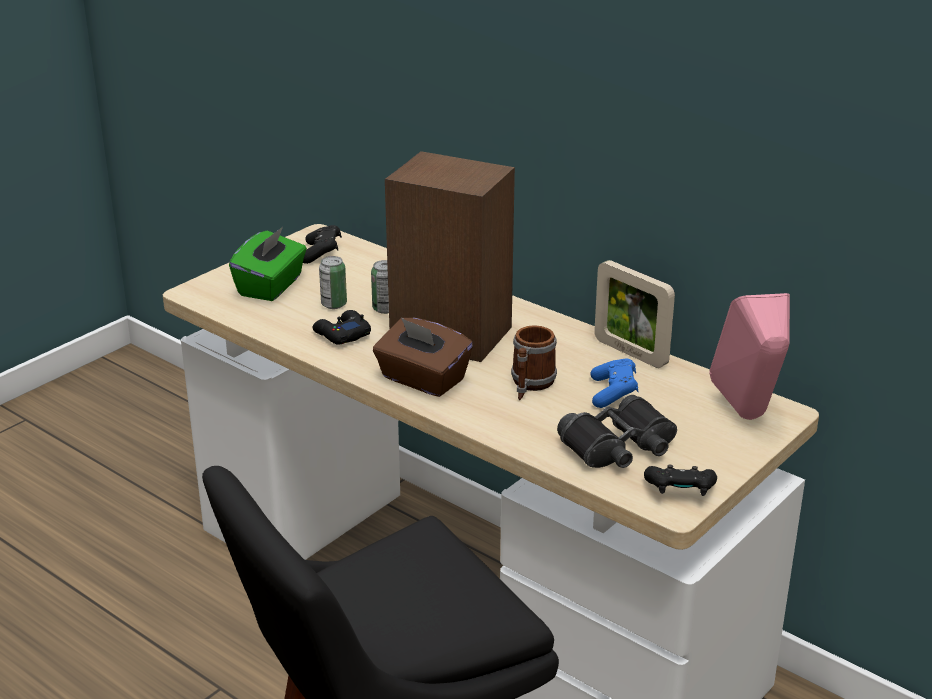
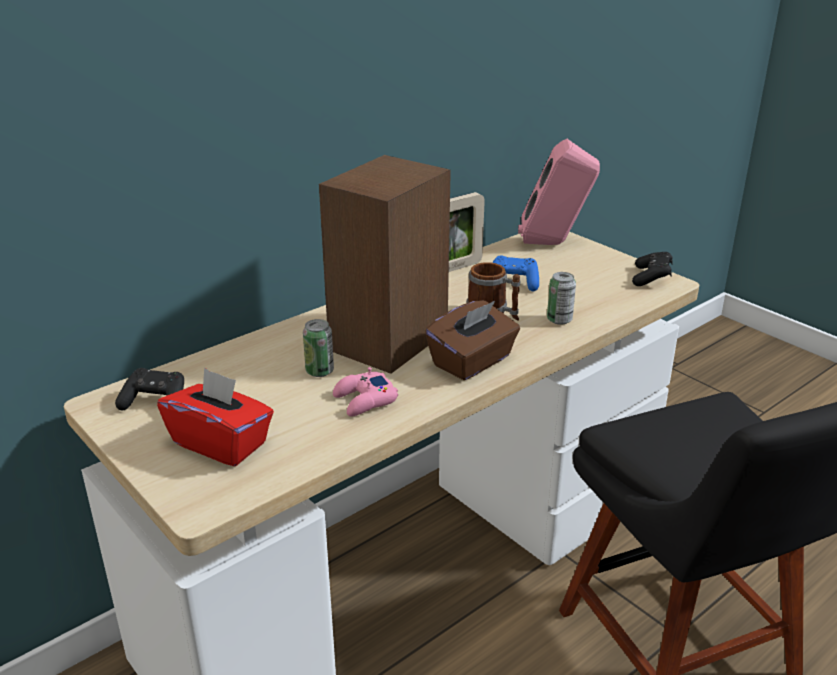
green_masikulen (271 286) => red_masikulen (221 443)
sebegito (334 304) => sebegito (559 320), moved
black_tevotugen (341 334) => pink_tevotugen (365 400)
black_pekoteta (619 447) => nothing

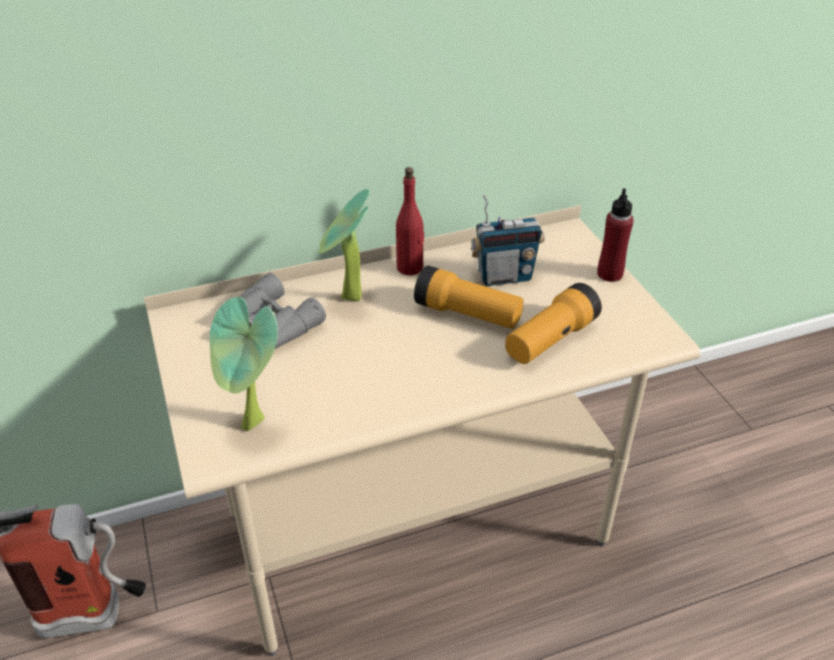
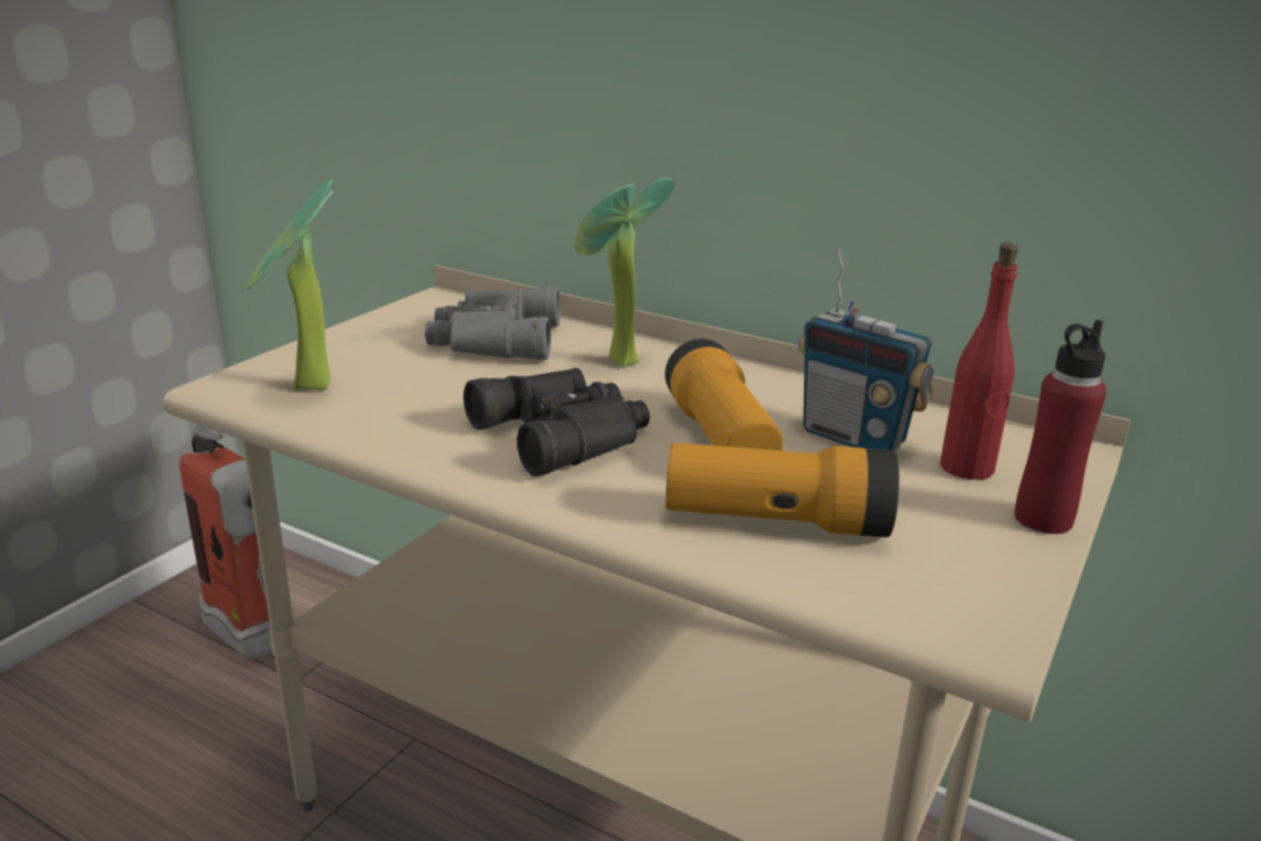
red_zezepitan (410 268) => red_zezepitan (967 468), moved
nothing => black_pekoteta (566 433)

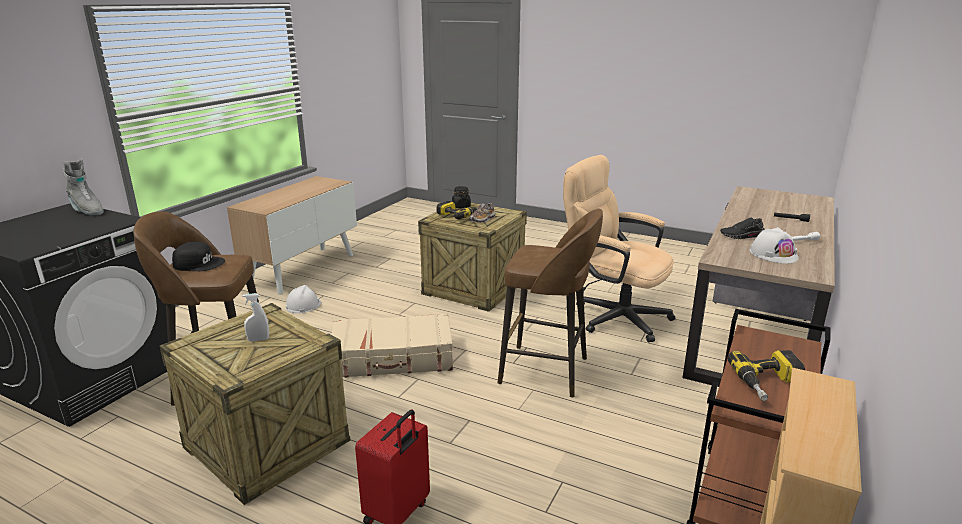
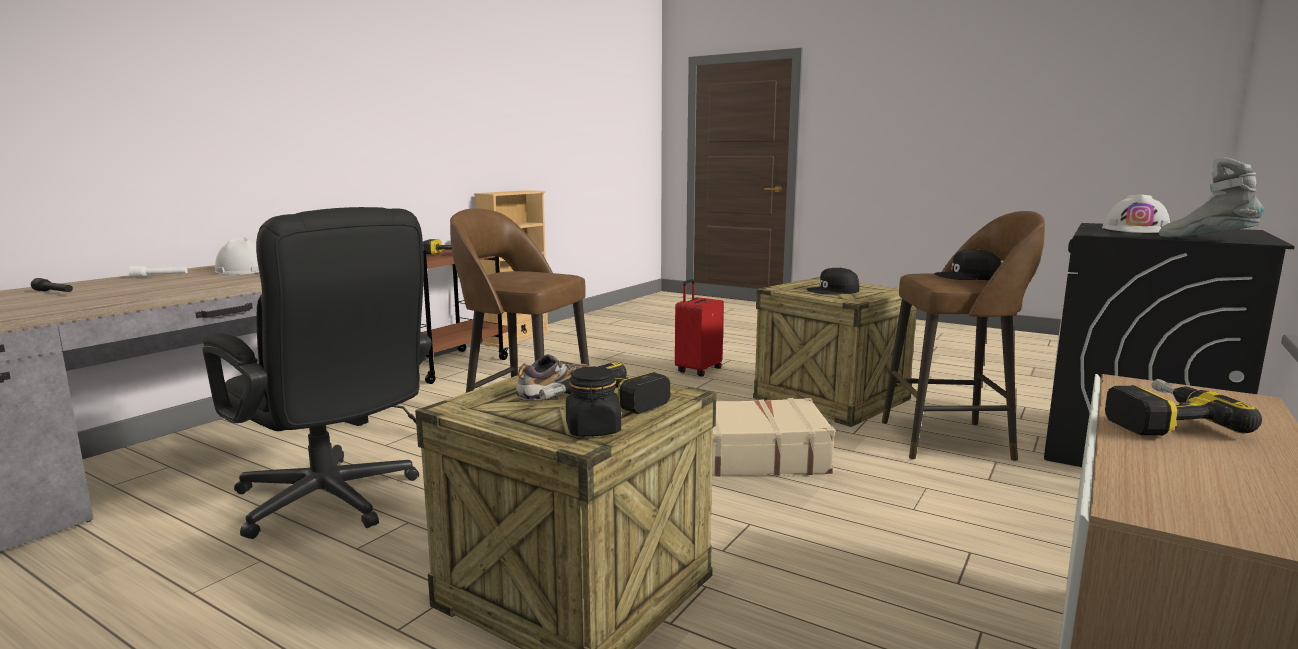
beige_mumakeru (613 315) => black_mumakeru (334 503)
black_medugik (742 236) => nothing
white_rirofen (303 305) => white_rirofen (1136 230), moved
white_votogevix (258 339) => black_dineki (833 291)
nothing => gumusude (1158 419)

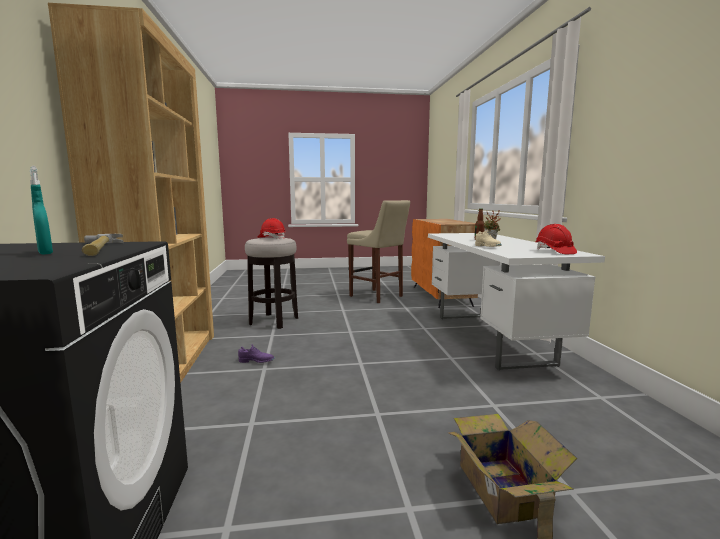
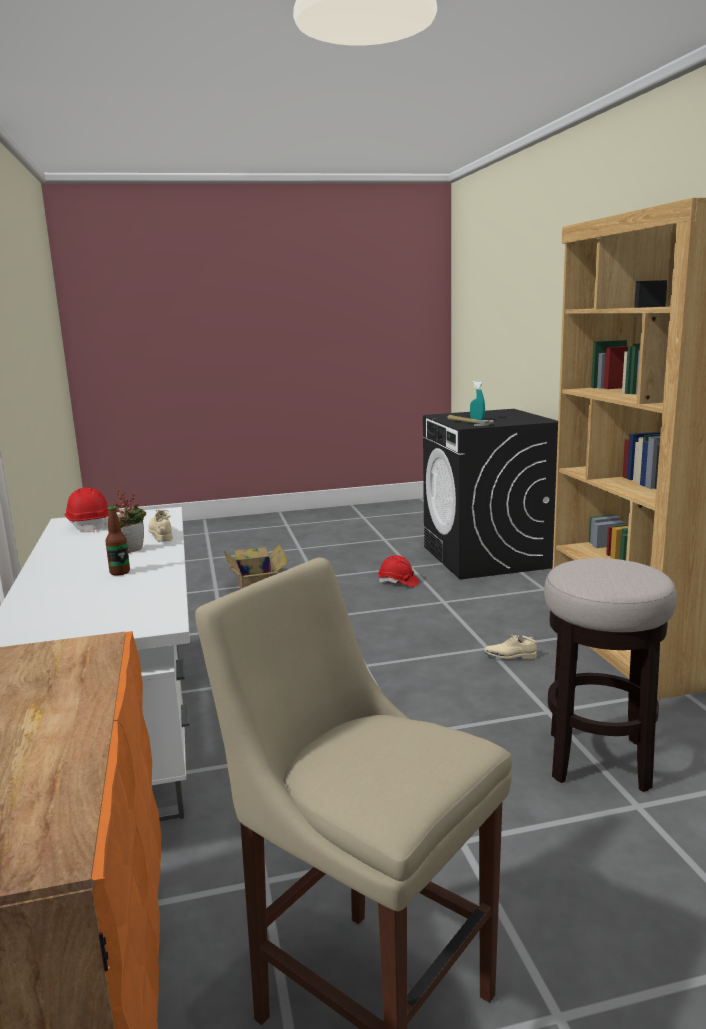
red_rirofen (272 238) => red_rirofen (398 582), moved
purple_medugik (256 361) => beige_medugik (509 657)

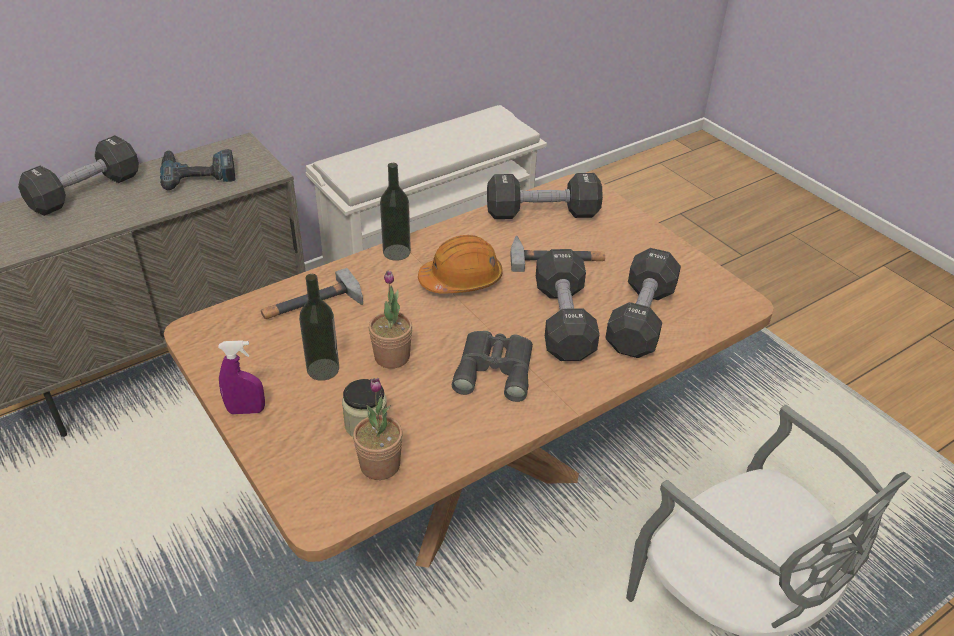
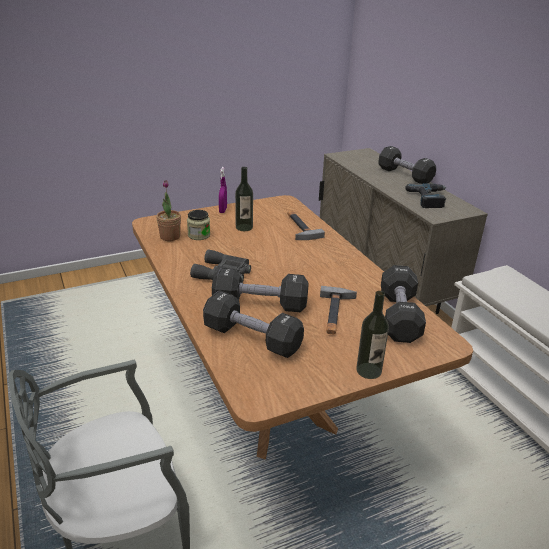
zezepitan (396 252) => zezepitan (368 370), moved
orange_rirofen (461 279) => nothing
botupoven (392 357) => nothing

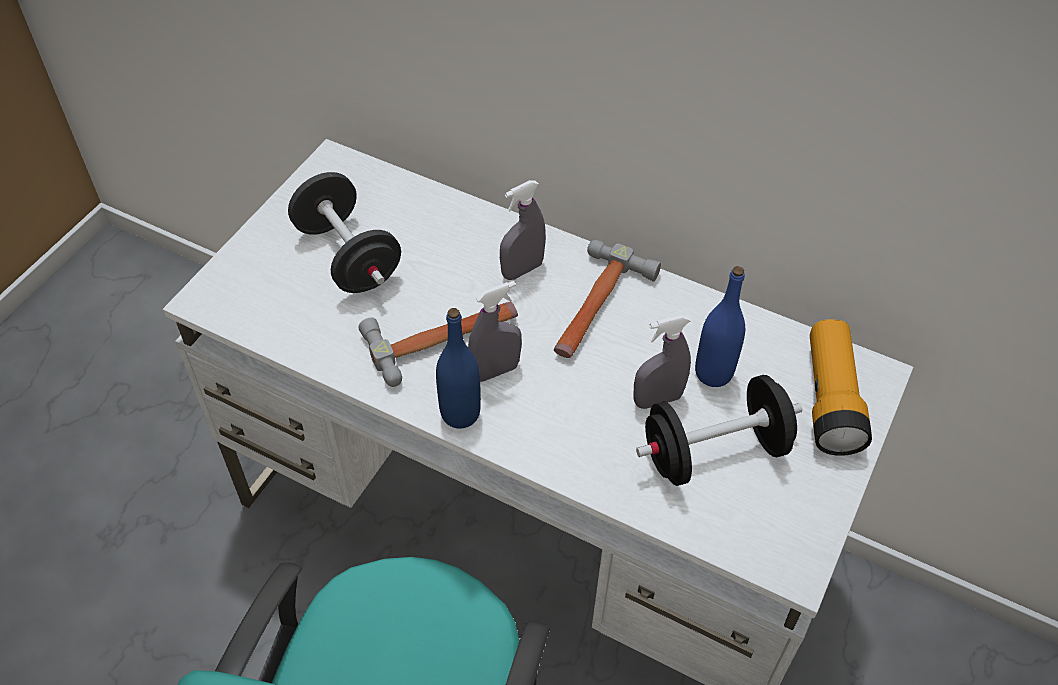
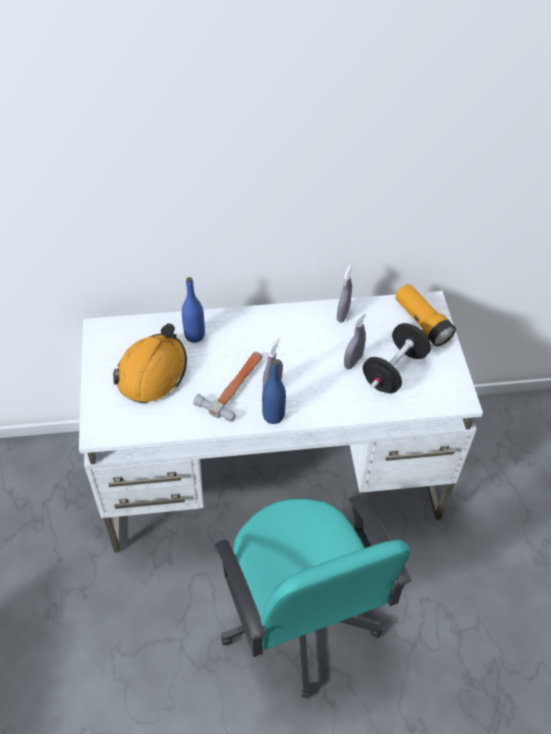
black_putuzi (348 257) => orange_rirofen (152 372)
grey_votogevix (522 270) => grey_votogevix (343 314), moved
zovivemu (595 308) => nothing
blue_zezepitan (713 373) => blue_zezepitan (194 335), moved

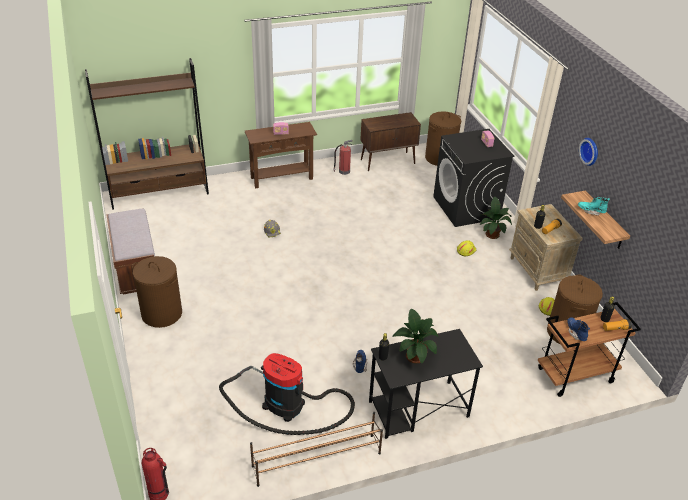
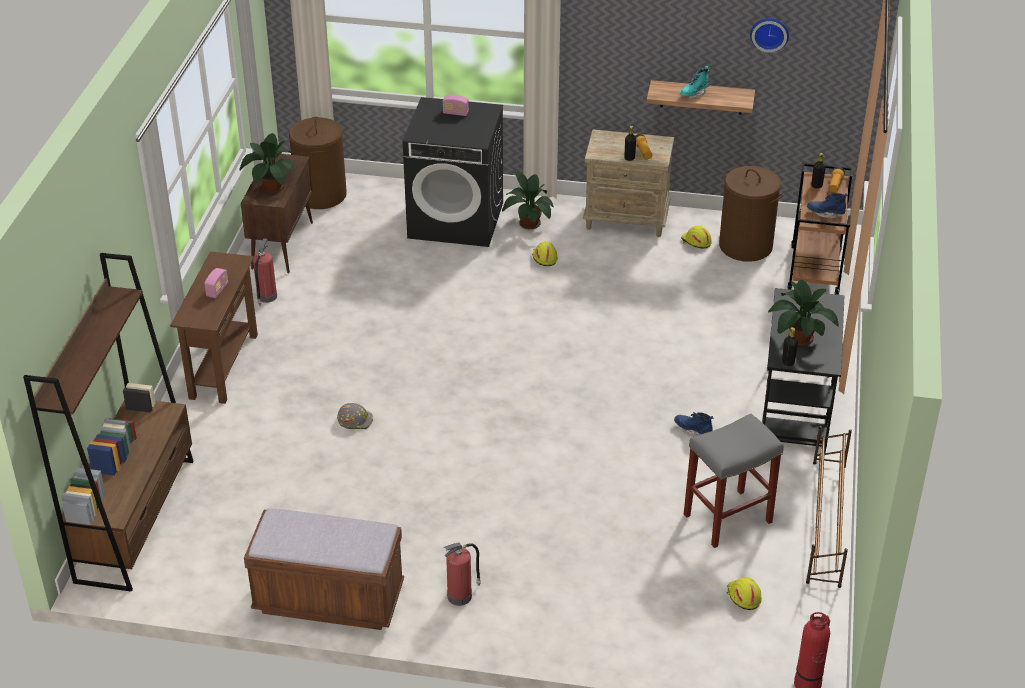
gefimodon (590 151) => gefimodon (769 33), moved
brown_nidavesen (161 314) => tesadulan (461 595)
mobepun (288 406) => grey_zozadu (727 519)
nothing => botupoven (271 187)
nothing => yellow_rirofen (743 597)

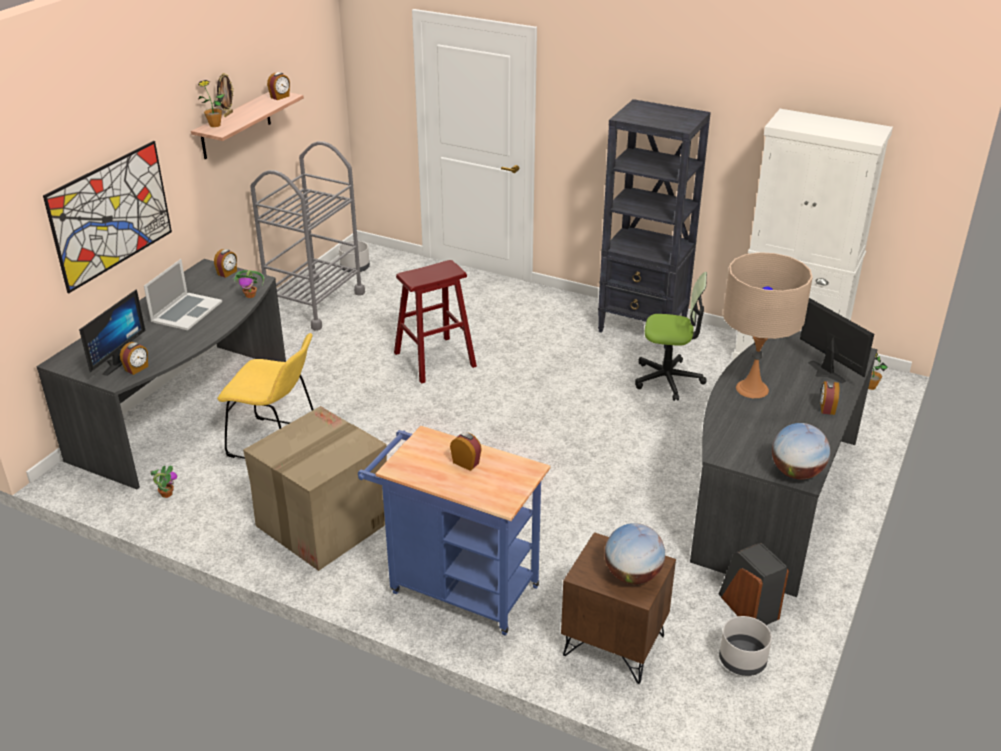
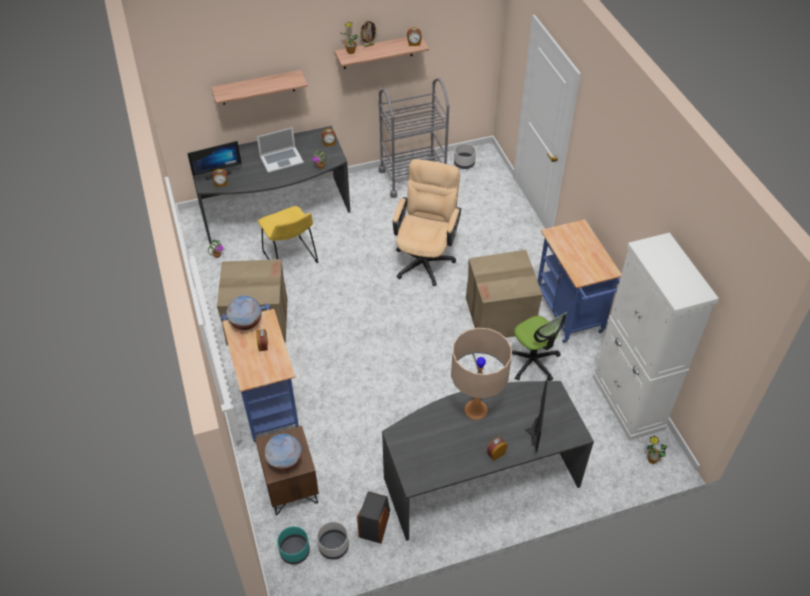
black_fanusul (643 327) => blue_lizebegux (571 316)
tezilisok (111 215) => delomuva (257 87)
red_zozadu (435 359) => beige_mumakeru (425 258)
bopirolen (796 473) => bopirolen (246 323), moved
nothing => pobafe (500 315)
nothing => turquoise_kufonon (294 551)

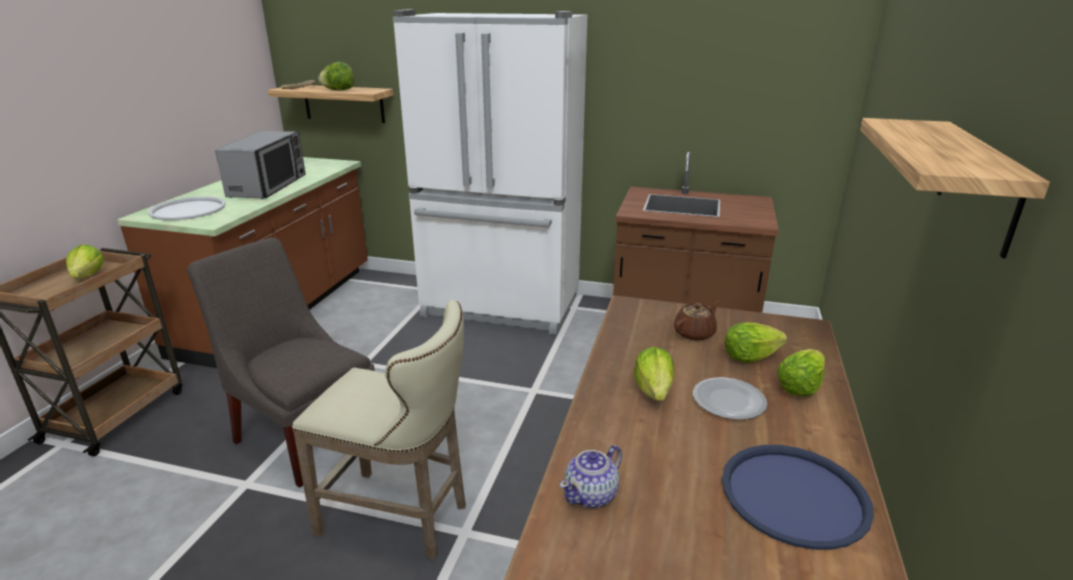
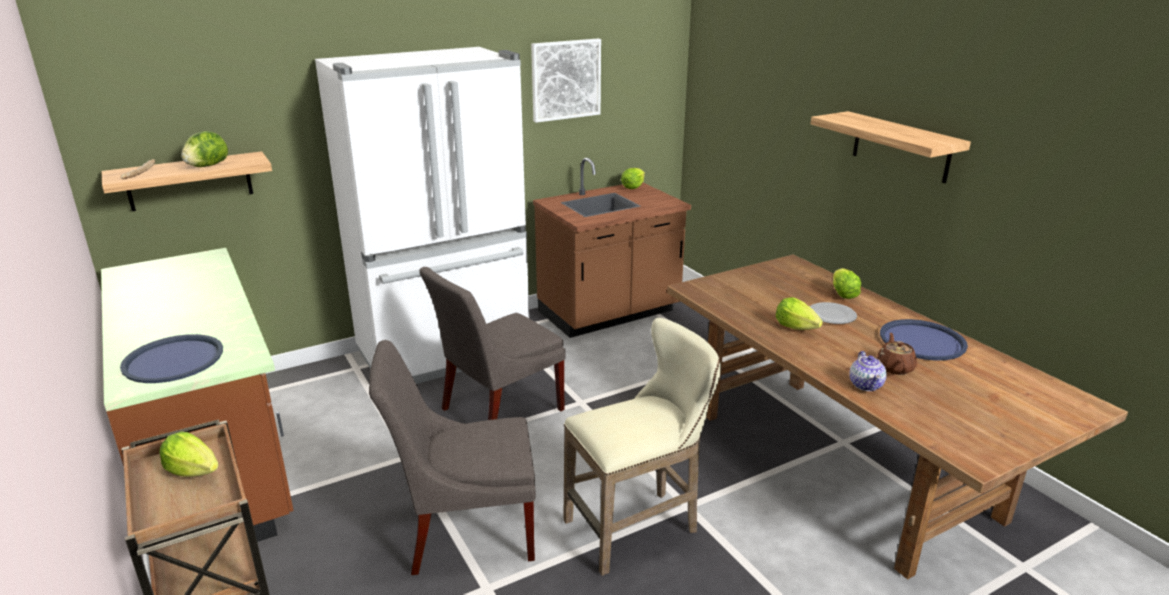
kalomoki (268 186) => nothing
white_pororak (188 210) => blue_pororak (174 360)
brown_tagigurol (695 333) => brown_tagigurol (894 367), moved
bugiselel (749 357) => bugiselel (633 187), moved
nothing => tezilisok (565 79)
nothing => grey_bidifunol (497 411)

